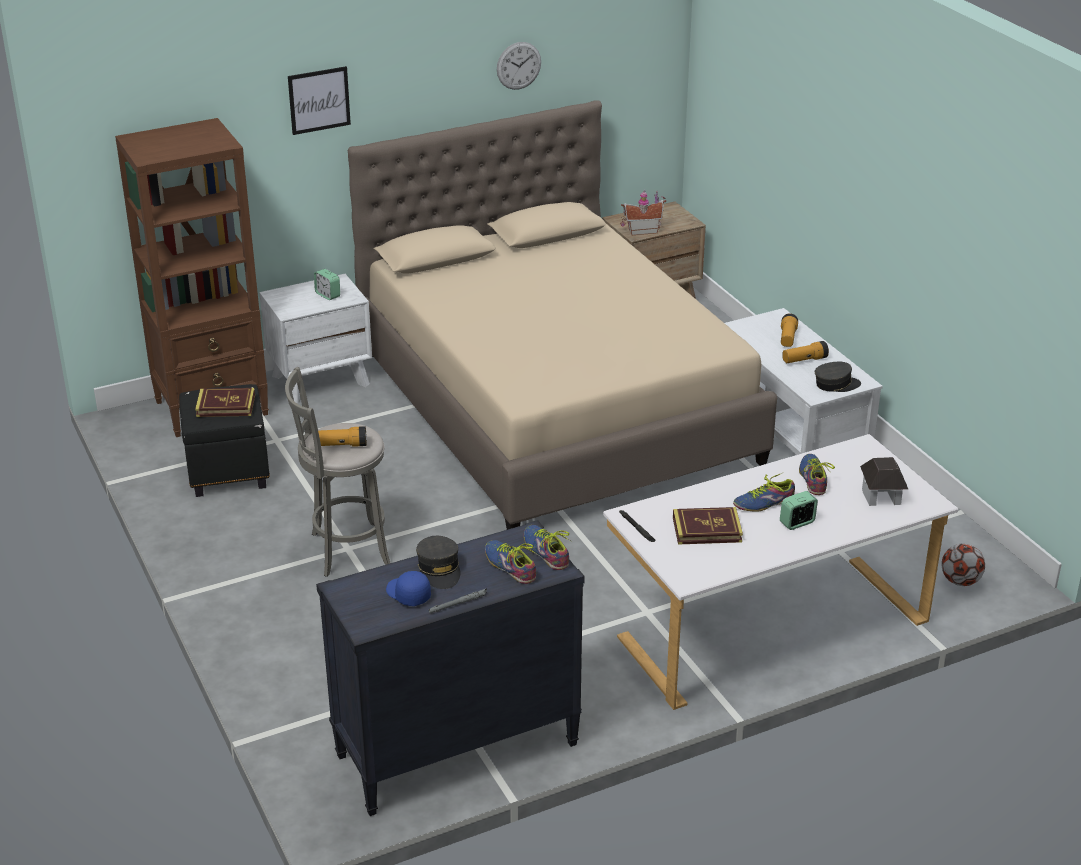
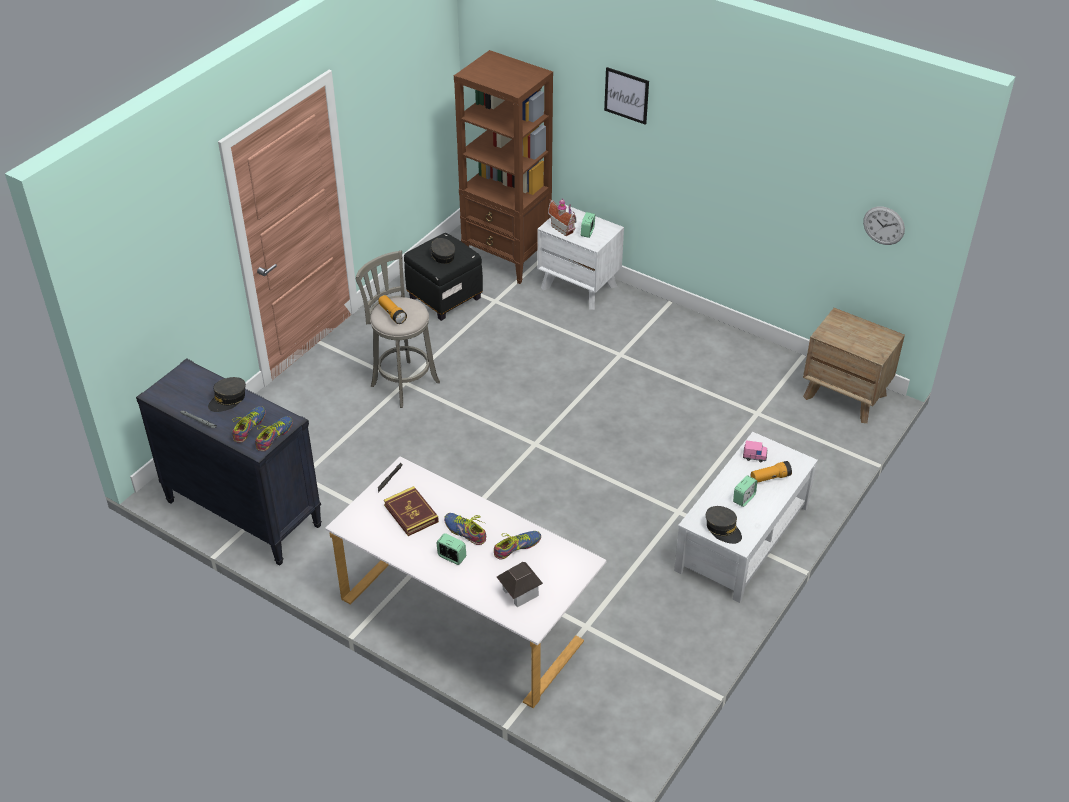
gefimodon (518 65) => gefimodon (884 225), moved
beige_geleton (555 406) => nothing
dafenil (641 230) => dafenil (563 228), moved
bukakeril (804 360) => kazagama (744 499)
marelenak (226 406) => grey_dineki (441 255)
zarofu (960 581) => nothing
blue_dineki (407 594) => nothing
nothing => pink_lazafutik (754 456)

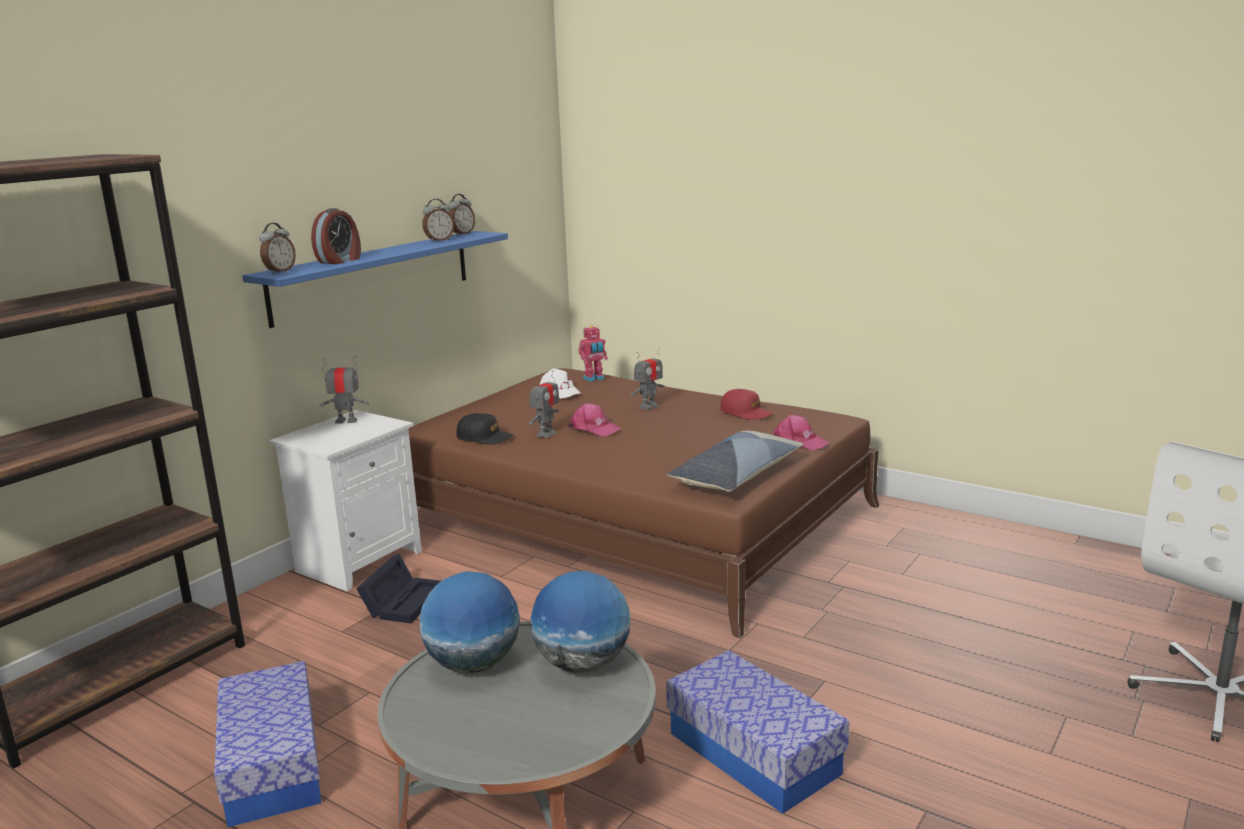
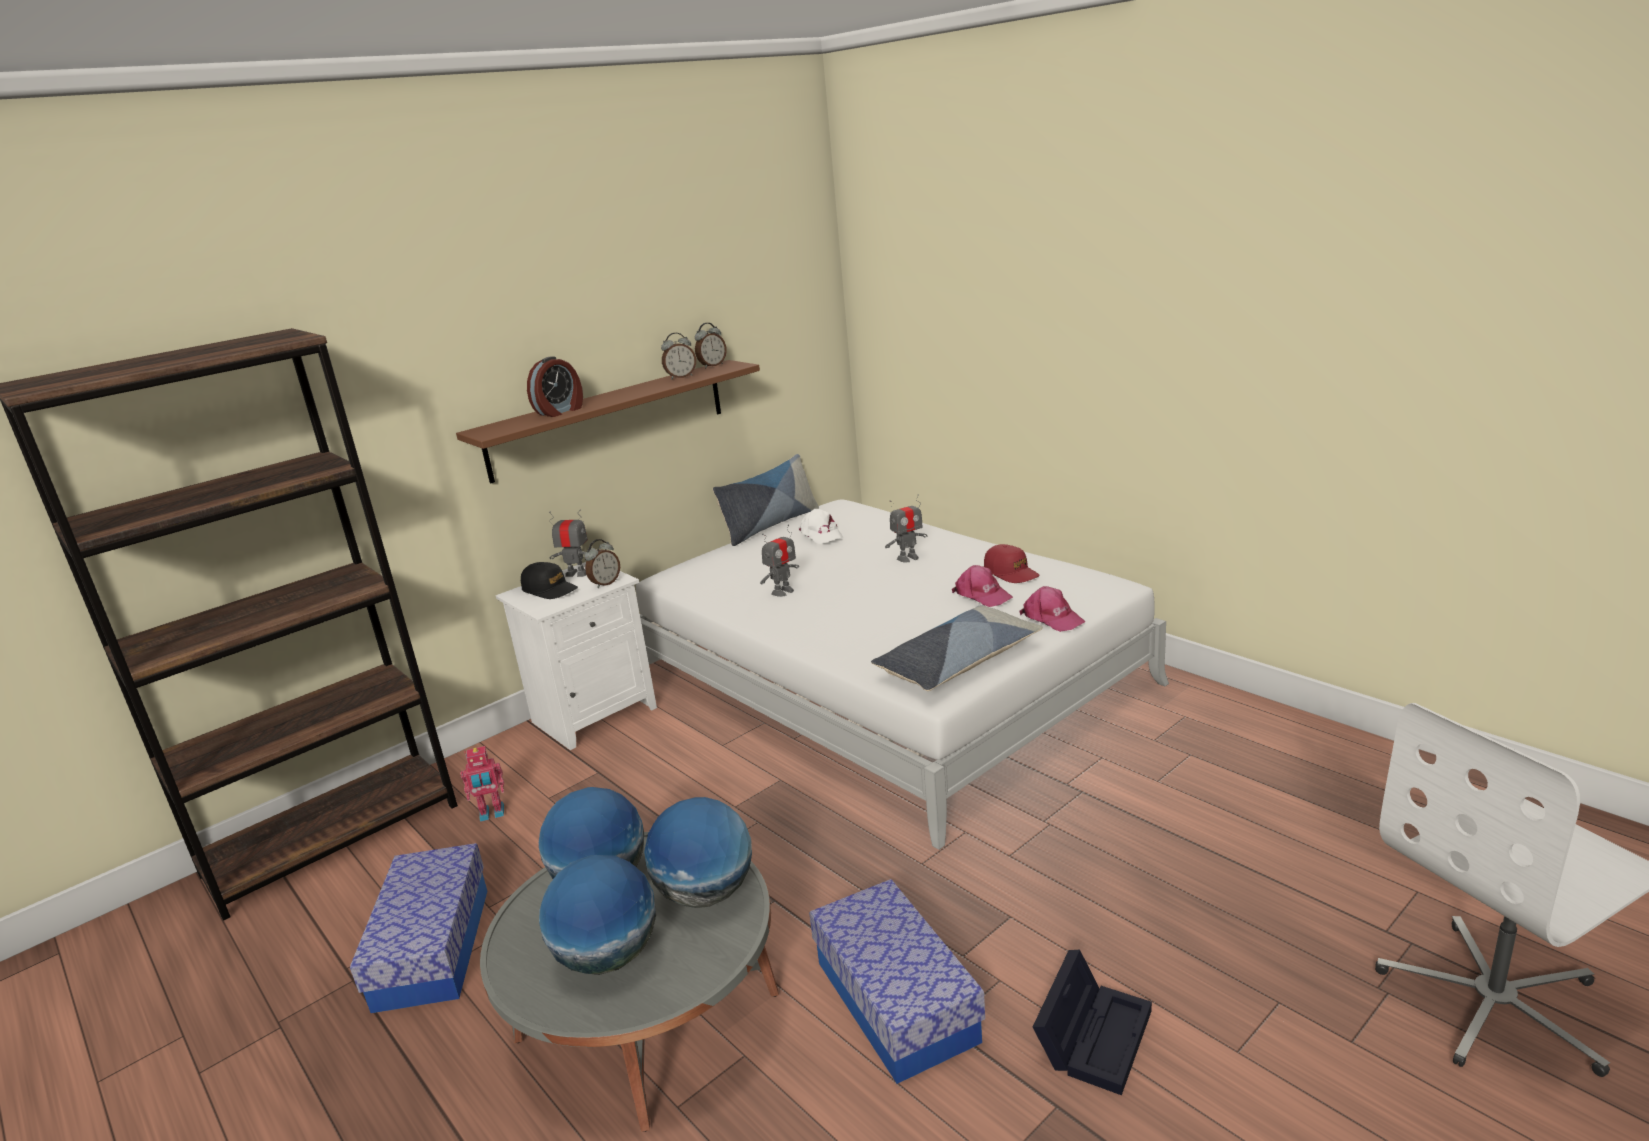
kazagama (279 271) => kazagama (605 583), moved
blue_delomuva (373 276) => brown_delomuva (608 419)
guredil (594 379) => guredil (492 814), moved
brown_geleton (633 516) => white_geleton (885 679)
pink_dineki (594 429) => pink_dineki (982 595), moved
black_dineki (484 438) => black_dineki (550 589), moved
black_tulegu (404 601) => black_tulegu (1093 1033), moved
nothing => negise (770 525)
nothing => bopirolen (608 957)

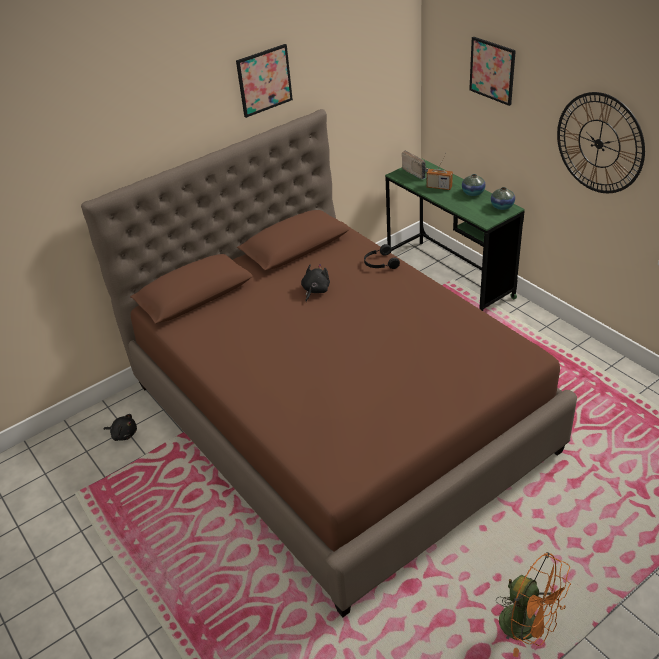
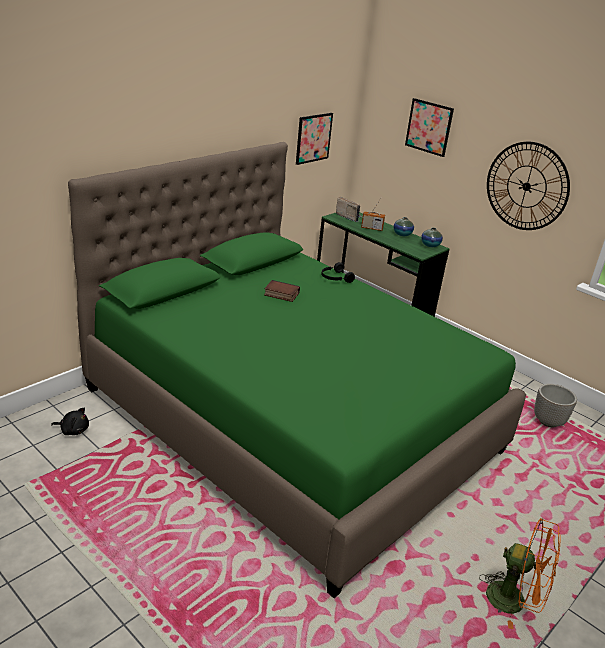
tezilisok (264 80) => tezilisok (313 138), moved
brown_geleton (337 416) => green_geleton (291 419)
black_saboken (315 290) => marelenak (280 294)
nothing => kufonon (547 421)

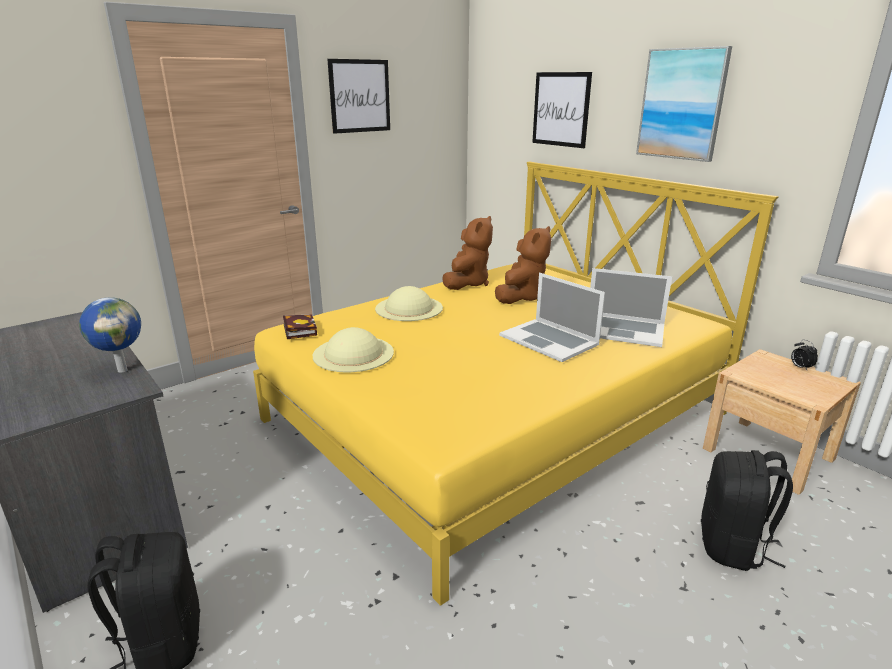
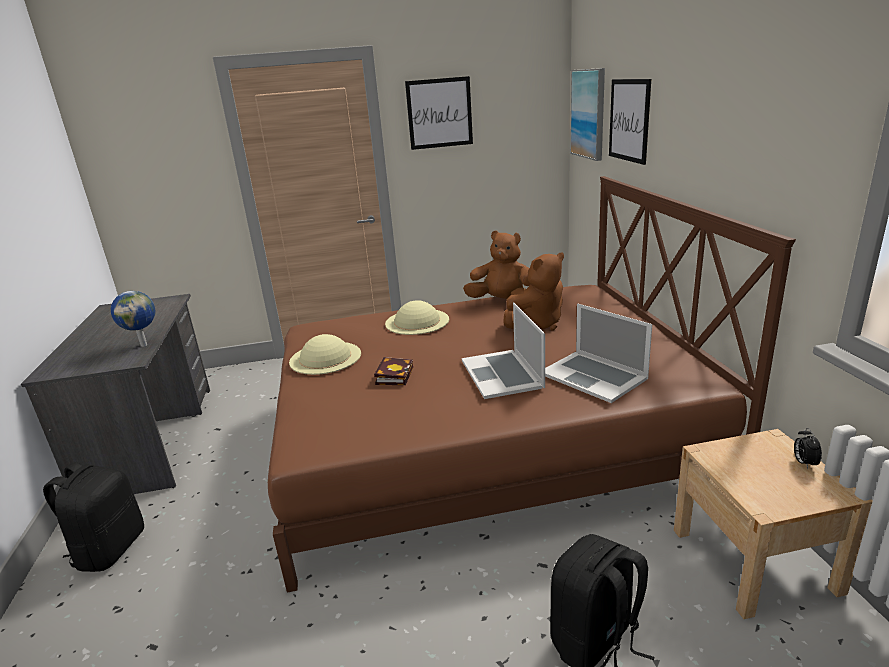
tezilisok (682 104) => tezilisok (588 114), moved
yellow_geleton (494 416) => brown_geleton (484 440)
brown_saboken (467 283) => brown_saboken (503 302), 120 degrees counterclockwise
marelenak (299 330) => marelenak (394 375), moved

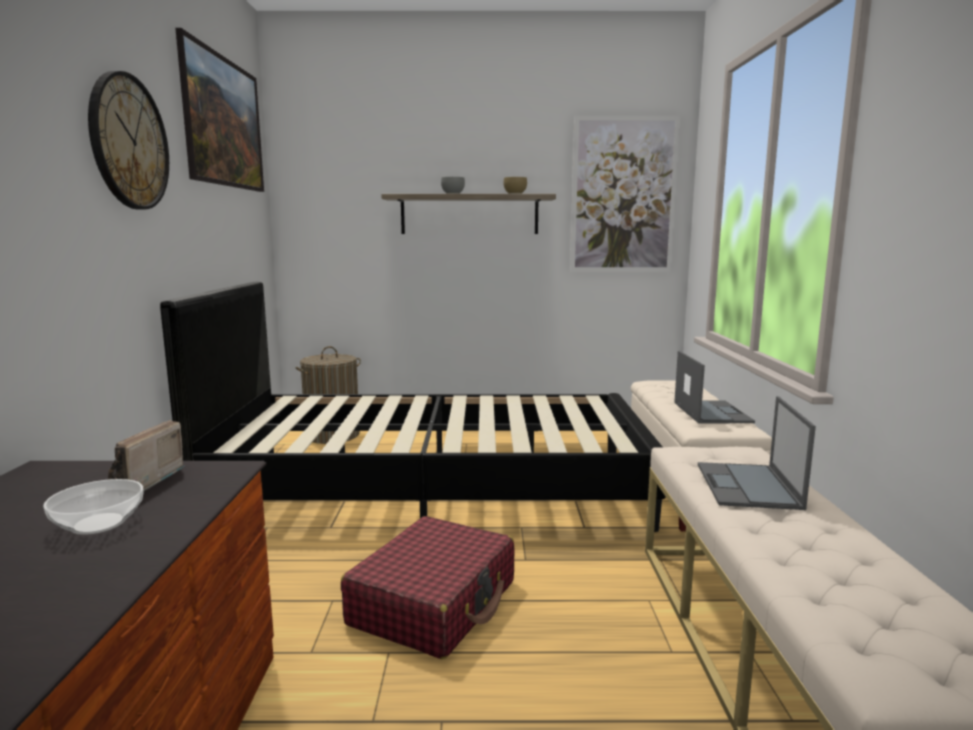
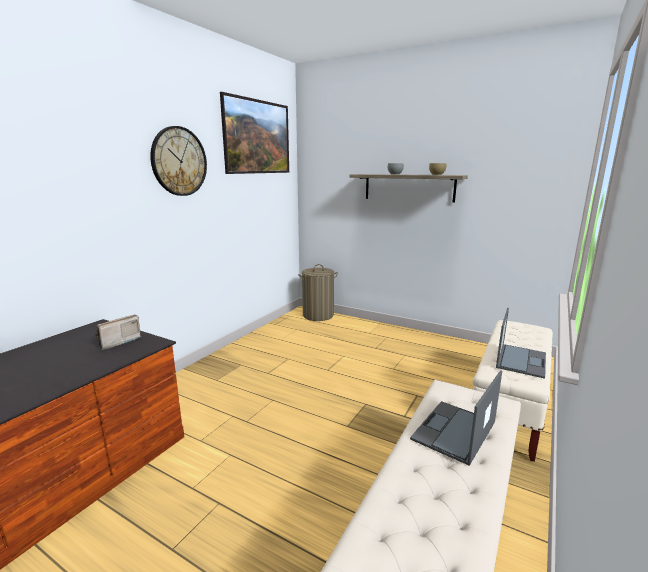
tezilisok (623 195) => nothing
black_geleton (432 488) => nothing
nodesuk (97 524) => nothing
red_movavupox (434 603) => nothing

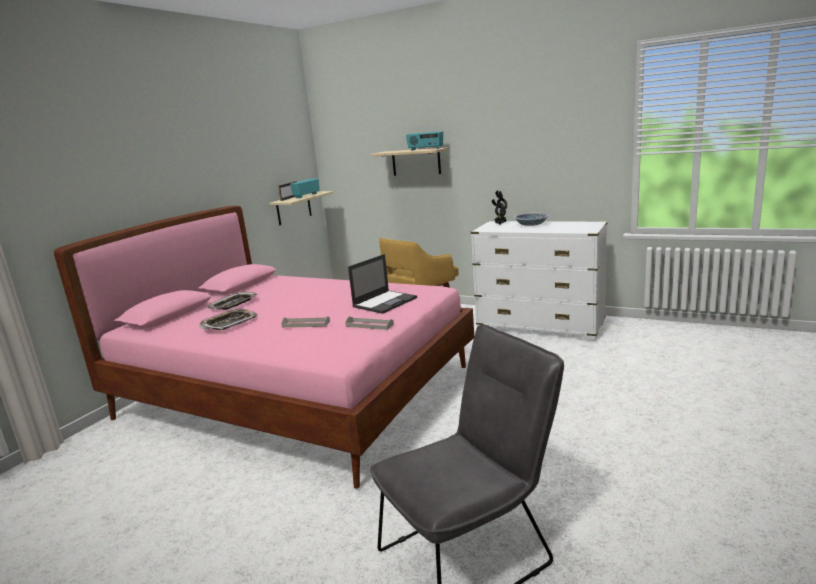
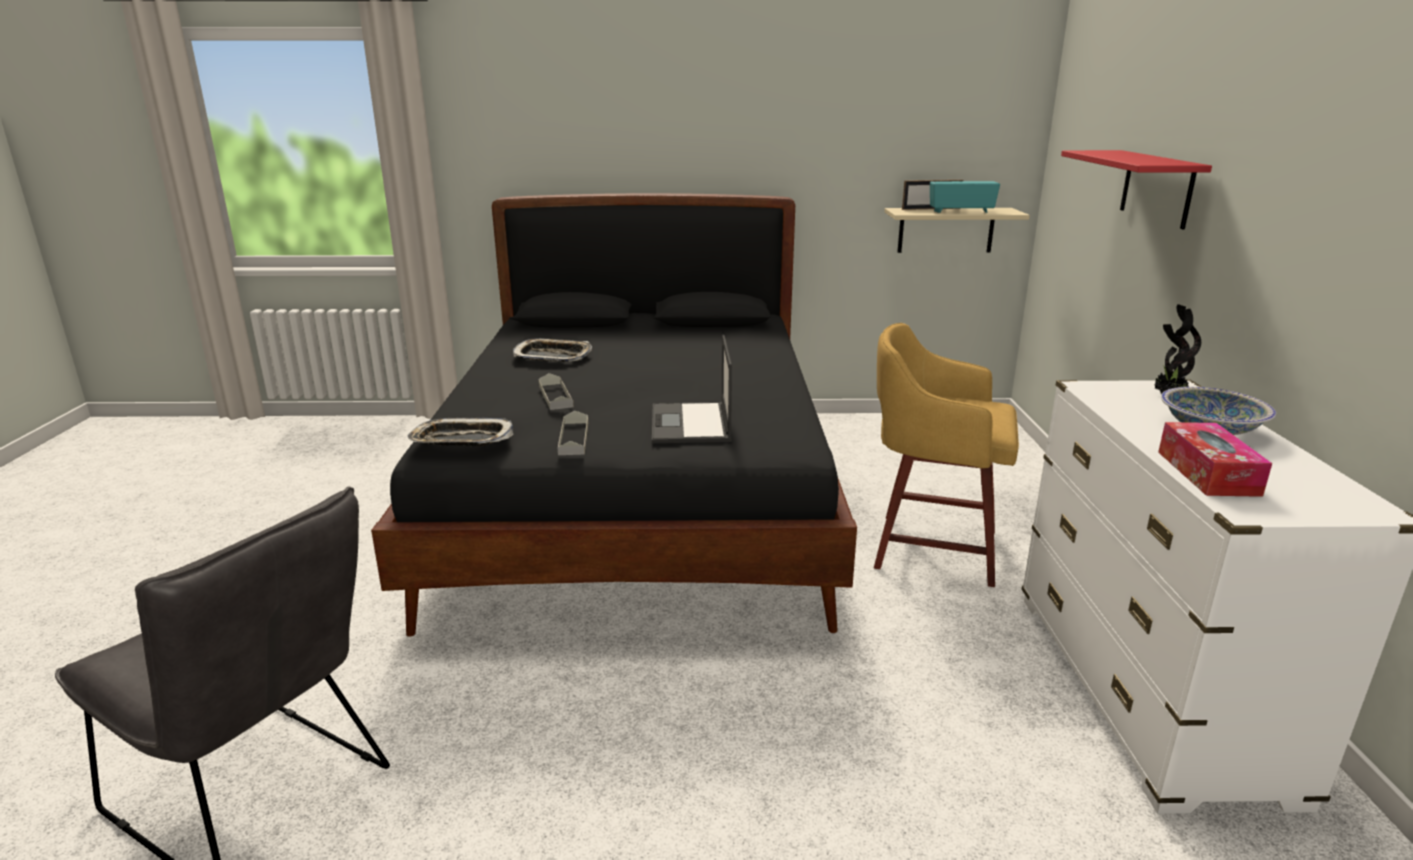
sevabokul (425 149) => nothing
beige_delomuva (416 162) => red_delomuva (1157 188)
pink_geleton (296 393) => black_geleton (640 502)
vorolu (385 302) => vorolu (691 424), 75 degrees clockwise
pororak (233 304) => pororak (462 440), moved
nothing => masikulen (1207 473)

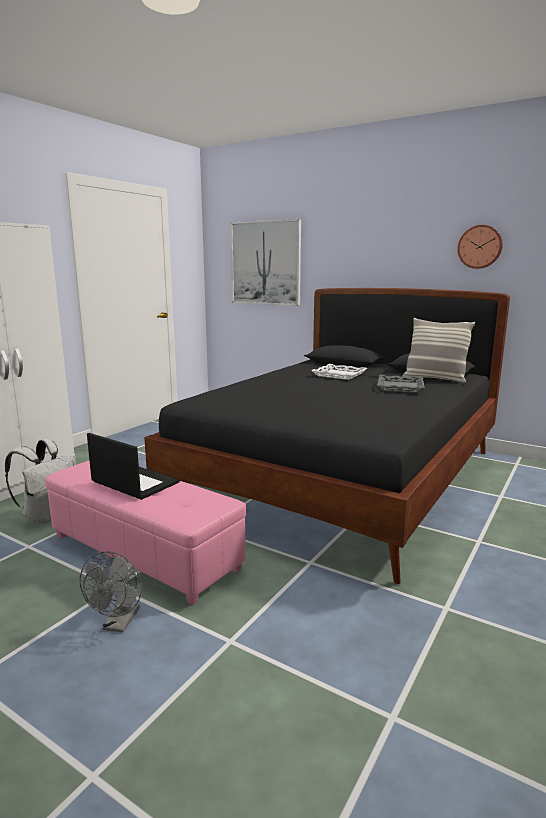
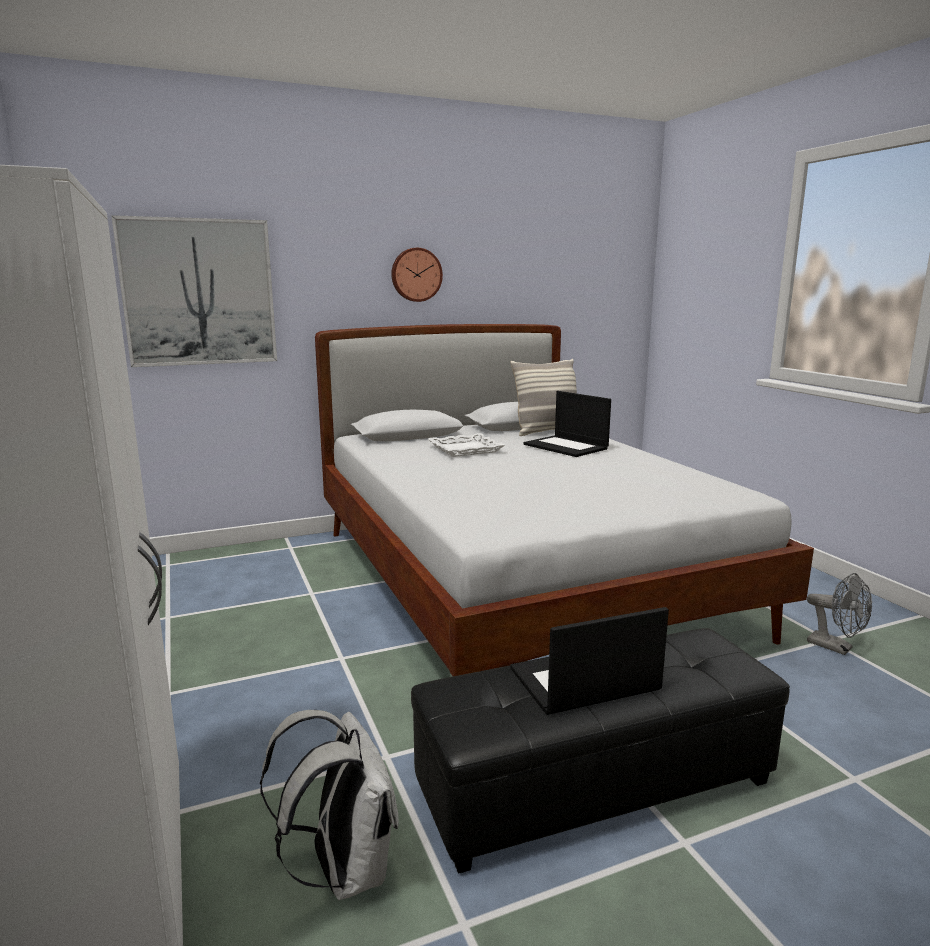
gefimodon (480 247) => gefimodon (416 274), moved
black_geleton (343 478) => white_geleton (518 581)
grey_pororak (400 387) => vorolu (567 446)
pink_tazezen (142 552) => black_tazezen (595 787)
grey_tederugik (119 624) => grey_tederugik (836 647), moved

